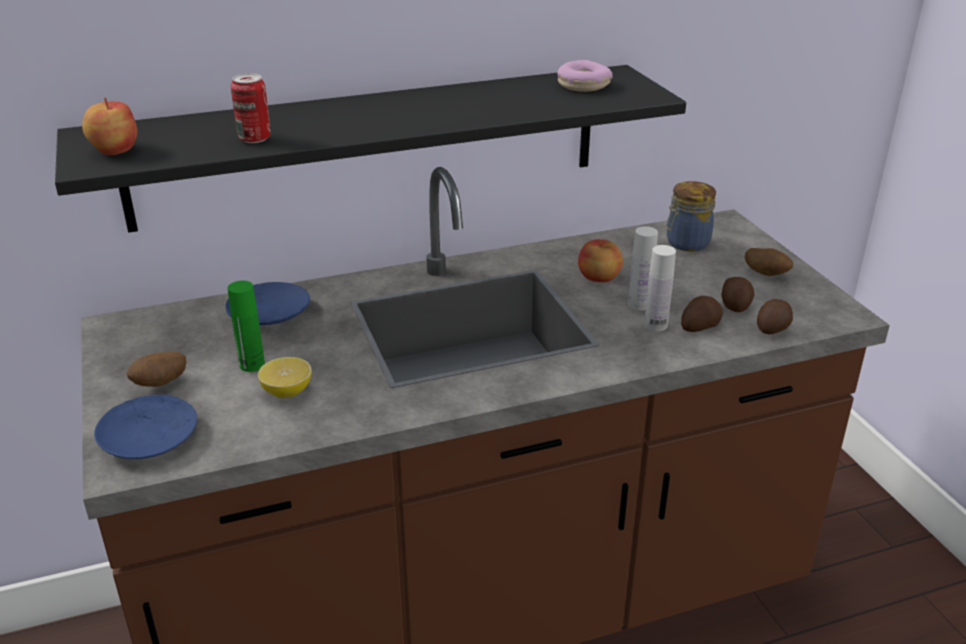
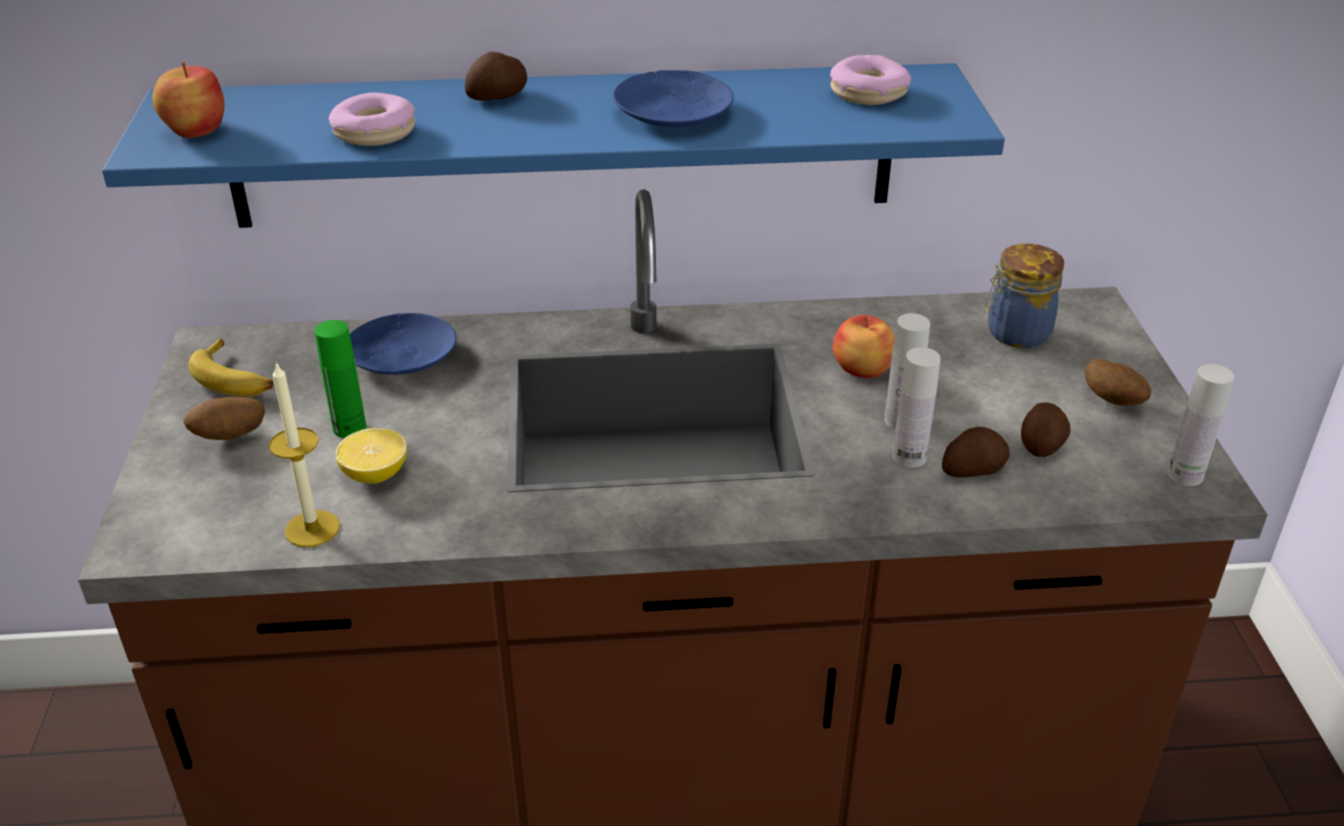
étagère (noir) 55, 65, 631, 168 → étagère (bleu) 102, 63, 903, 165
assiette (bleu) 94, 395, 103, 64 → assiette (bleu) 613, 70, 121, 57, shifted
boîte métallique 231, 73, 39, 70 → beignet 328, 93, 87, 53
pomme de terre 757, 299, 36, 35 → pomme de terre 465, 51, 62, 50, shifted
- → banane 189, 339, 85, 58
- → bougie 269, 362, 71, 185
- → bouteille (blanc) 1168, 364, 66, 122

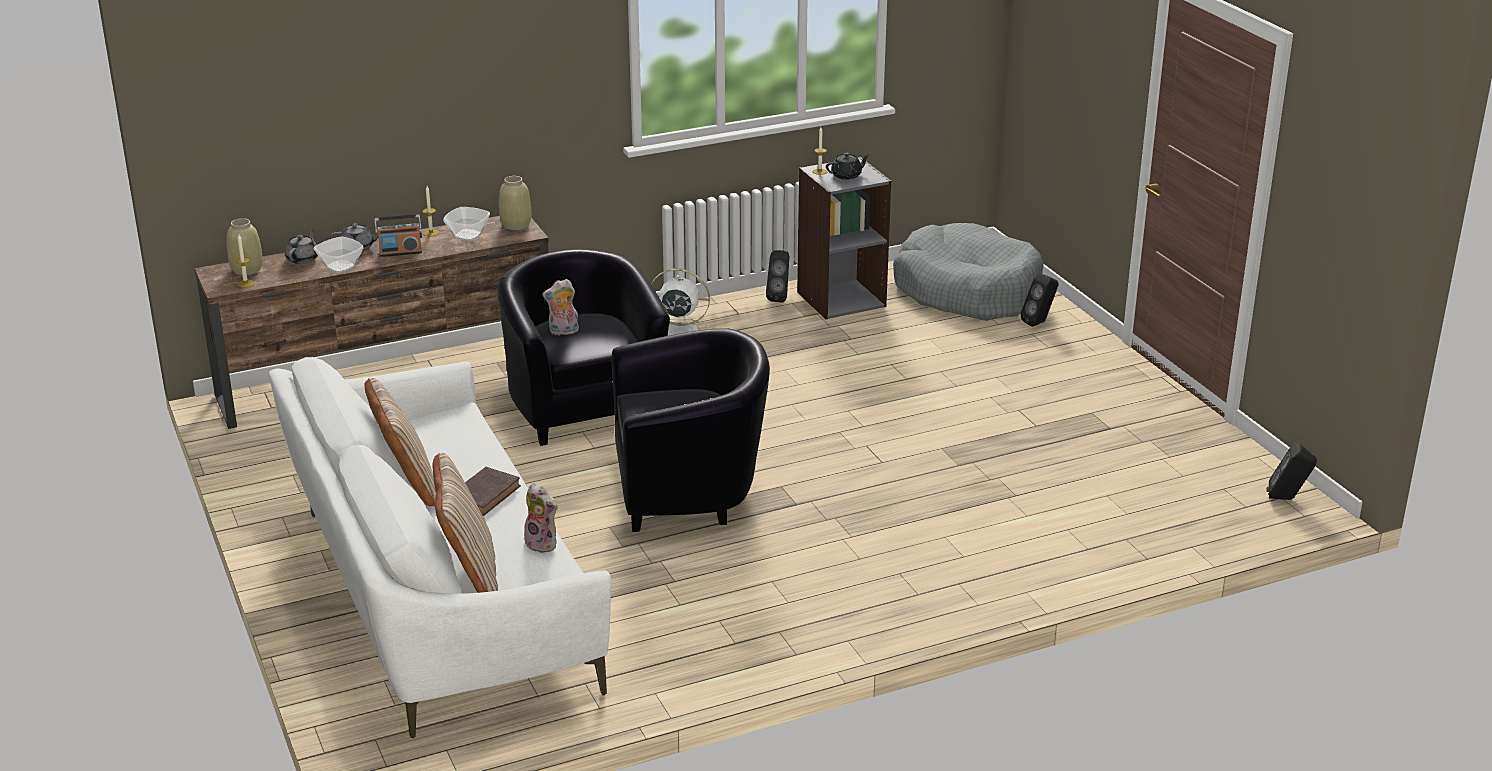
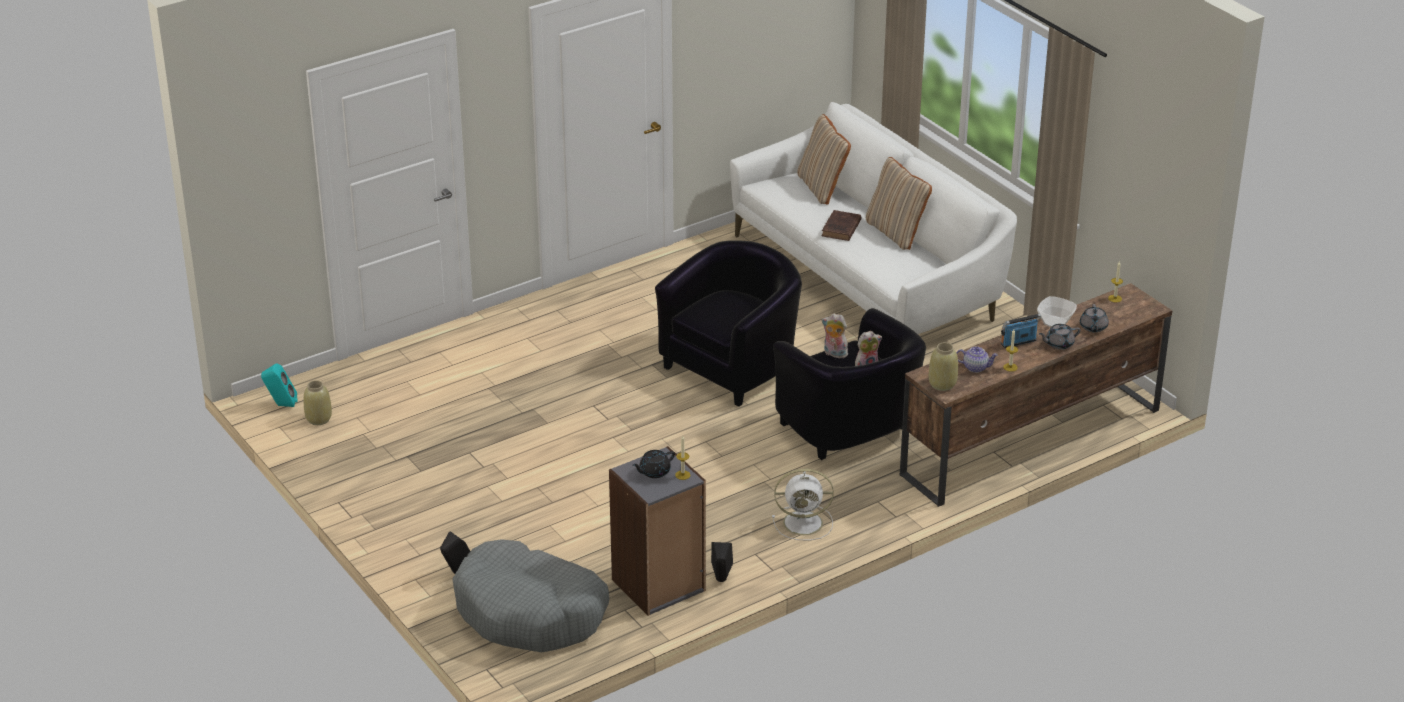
vase (beige) 227, 218, 36, 57 → vase (beige) 304, 380, 28, 45, shifted
bol 443, 207, 47, 34 → théière 956, 347, 42, 26
peluche 524, 483, 34, 70 → peluche 821, 313, 27, 45, shifted
fauteuil (noir) 612, 328, 158, 204 → fauteuil (noir) 655, 240, 147, 167, 150 degrees clockwise
enceinte (noir) 1266, 443, 51, 57 → enceinte (turquoise) 261, 363, 37, 44

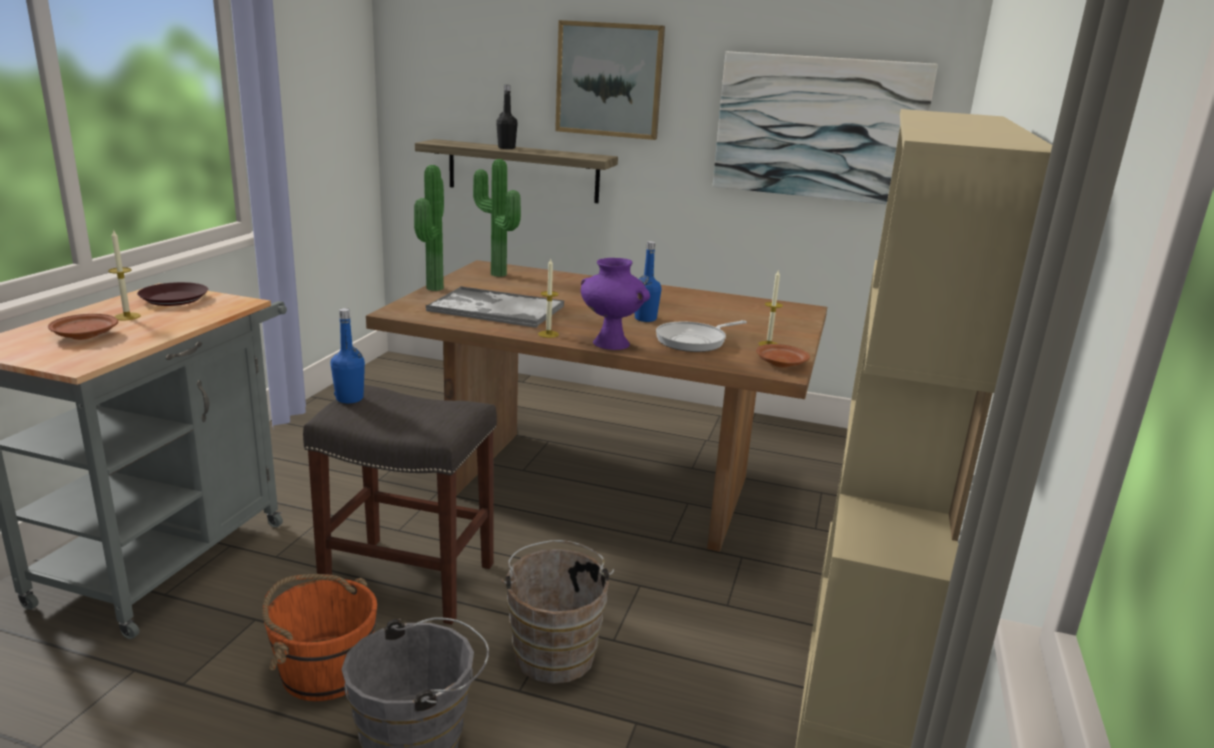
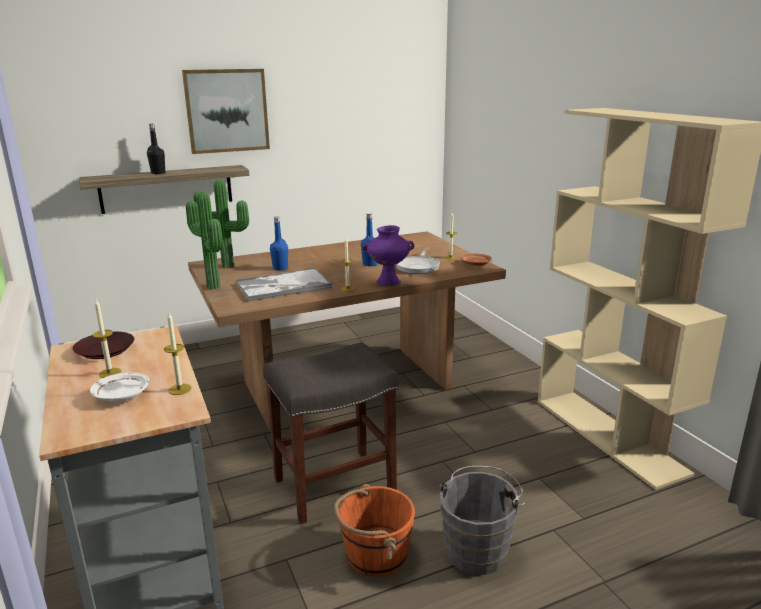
assiette (marron) 48, 314, 70, 26 → assiette (blanc) 90, 372, 59, 30
bouteille (bleu) 330, 308, 35, 95 → bouteille (bleu) 270, 217, 18, 54, shifted
seau (marron) 500, 540, 114, 144 → -
tableau 713, 51, 225, 153 → -
- → bougie 164, 313, 28, 82

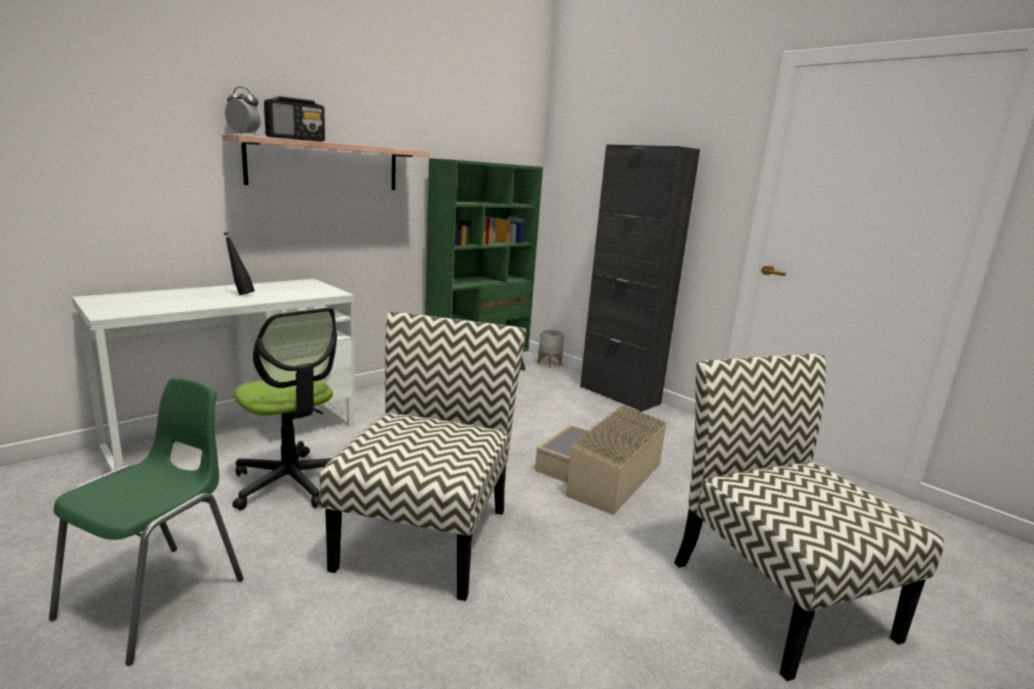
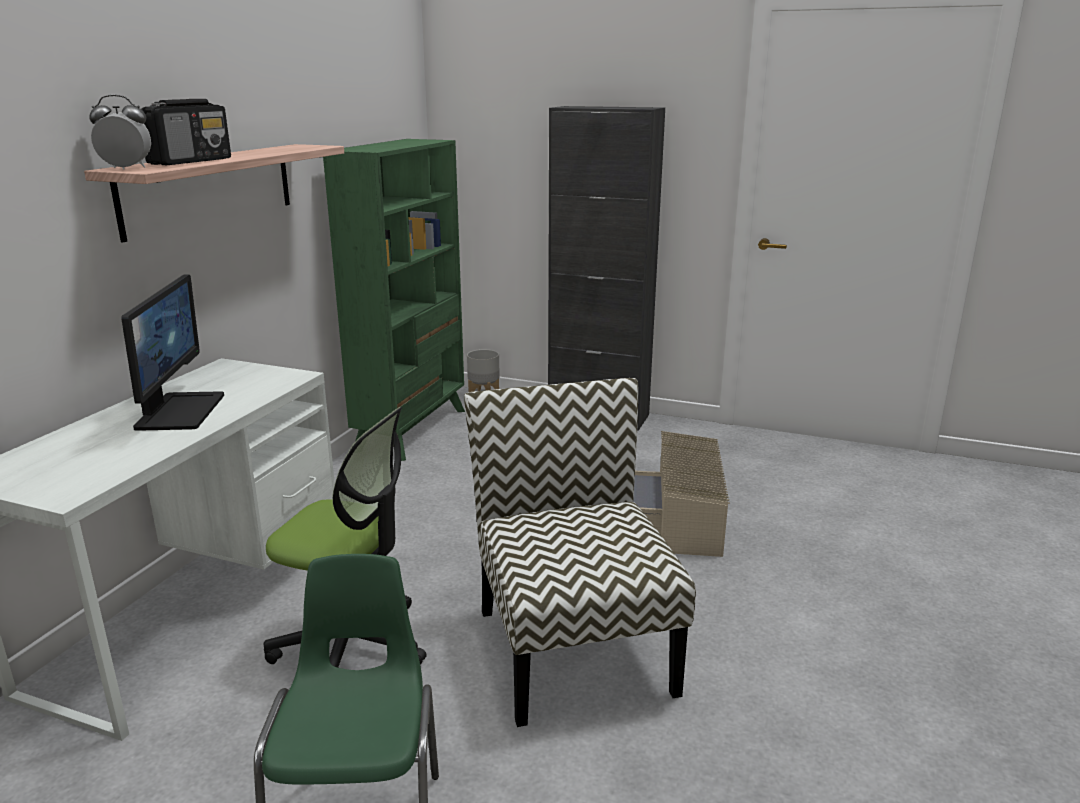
bouteille (noir) 224, 232, 31, 63 → écran d'ordinateur 121, 274, 103, 157
chaise 674, 354, 270, 327 → -

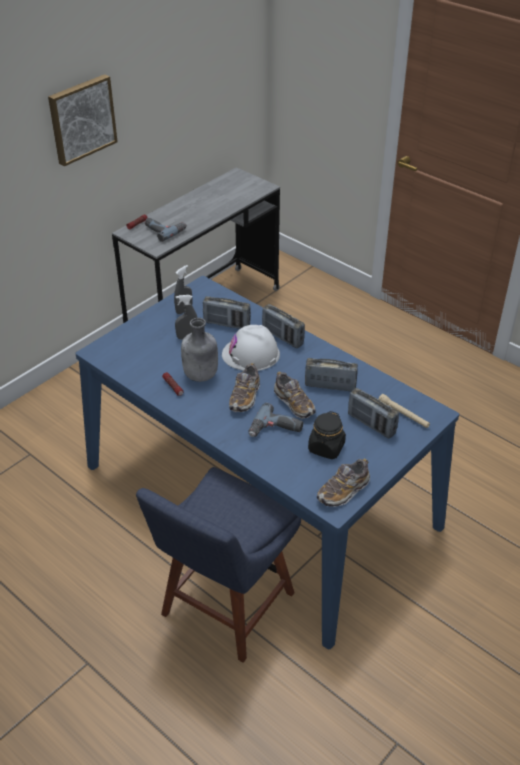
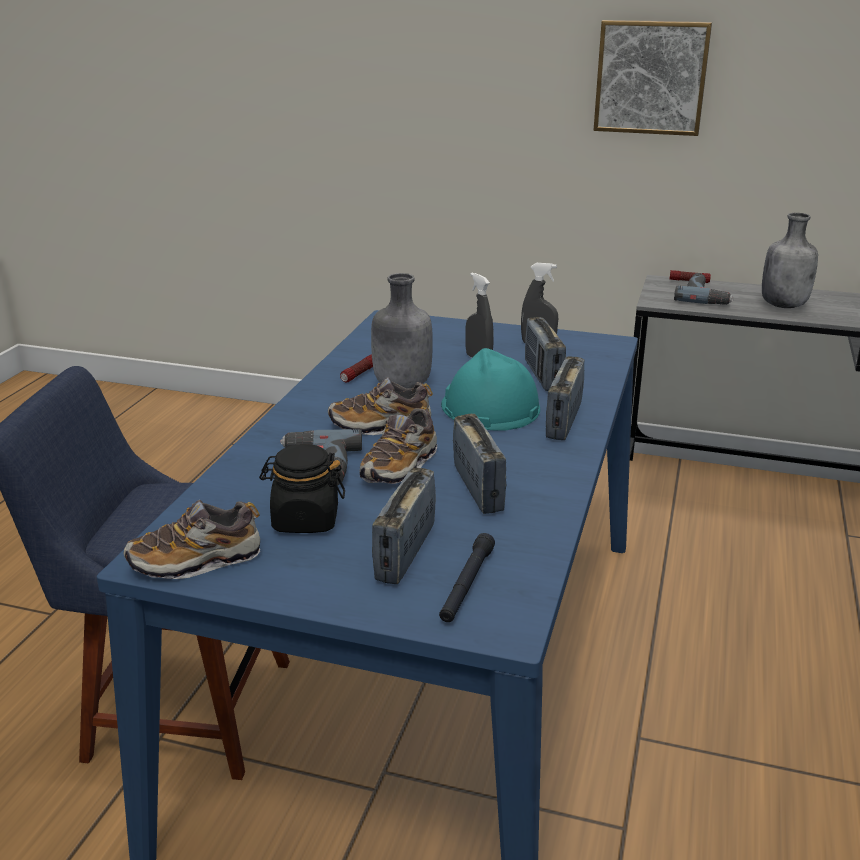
casque de chantier (blanc) 222, 325, 58, 46 → casque de chantier (turquoise) 441, 348, 99, 83
chaussure 317, 458, 53, 49 → chaussure 124, 500, 136, 79, 45 degrees counterclockwise
lampe de poche (beige) 378, 394, 52, 34 → lampe de poche (noir) 439, 533, 56, 89
- → bouteille (gris) 762, 213, 56, 95

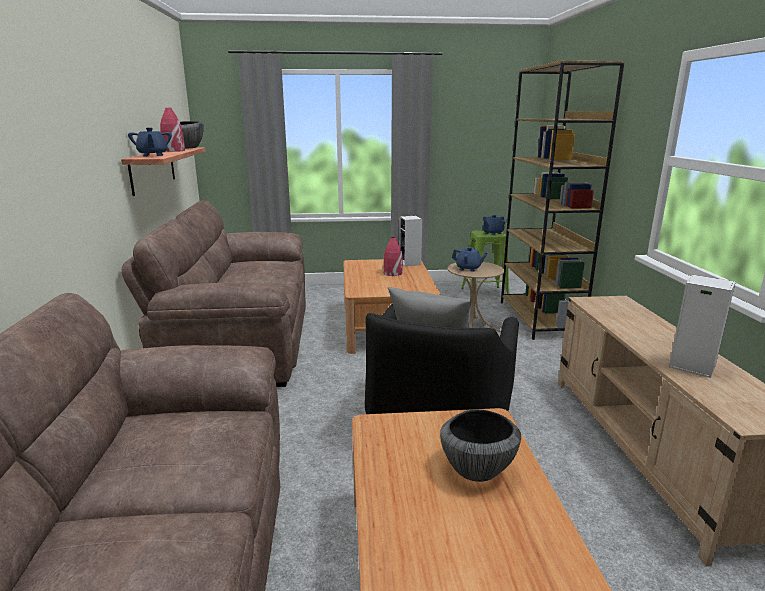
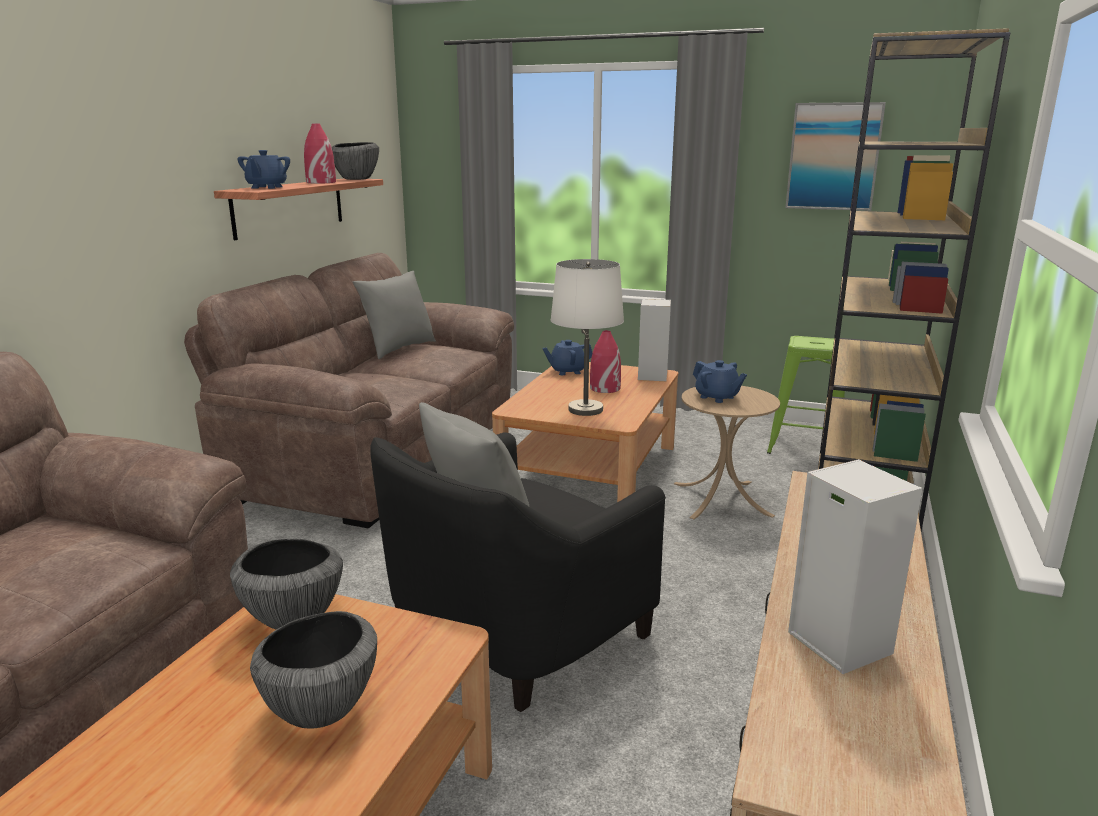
théière (bleu) 483, 215, 22, 20 → théière (bleu) 542, 340, 50, 35, shifted
- → bol 230, 539, 113, 91
- → coussin (gris) 353, 271, 83, 88
- → lampe de table (blanc) 551, 259, 73, 157
- → tableau 785, 102, 101, 109

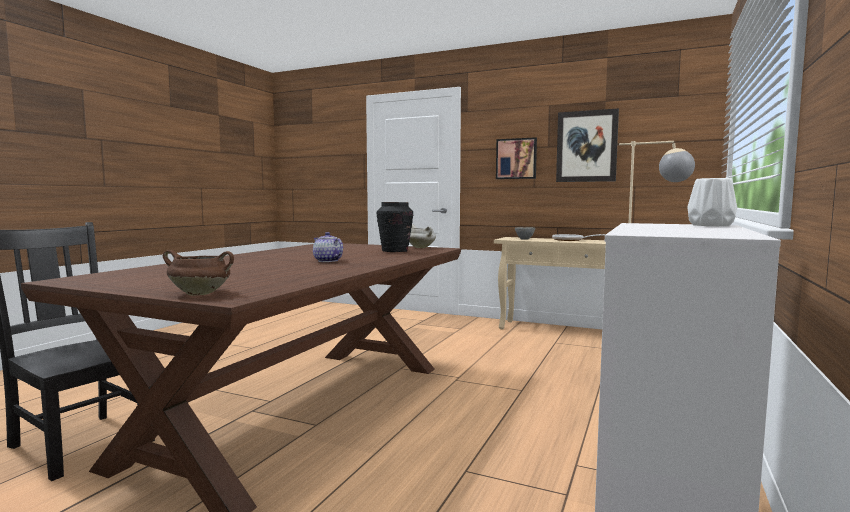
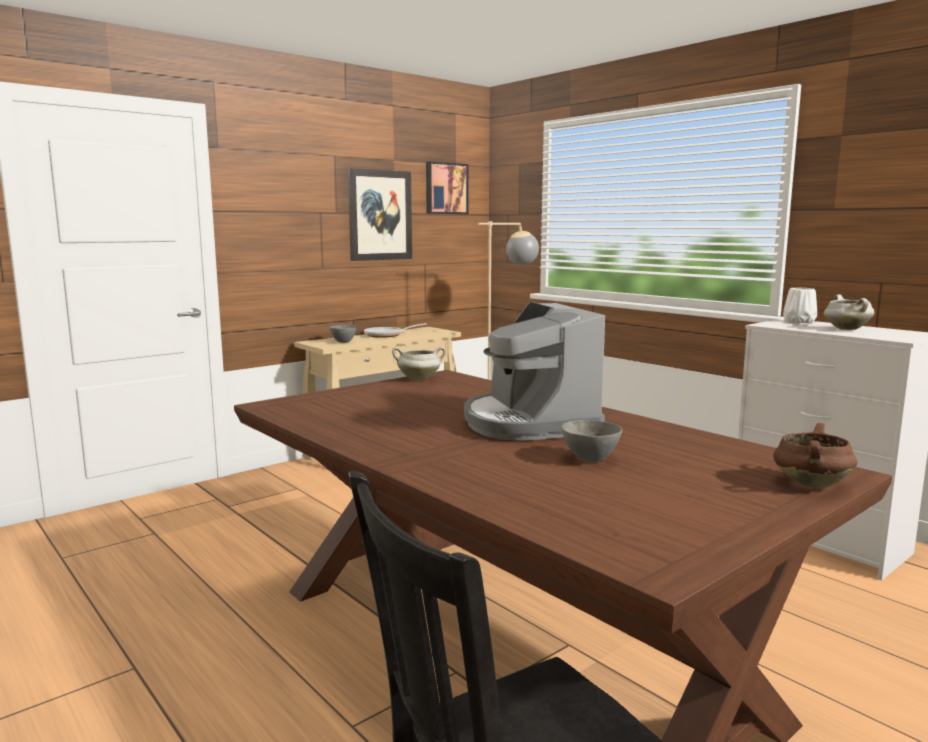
théière 313, 232, 30, 30 → machine à café 464, 302, 141, 139
vase (noir) 376, 202, 38, 50 → -
tableau 496, 137, 41, 42 → tableau 426, 161, 43, 53, shifted
- → bol (gris) 561, 420, 61, 42
- → marmite (blanc) 824, 295, 50, 35

